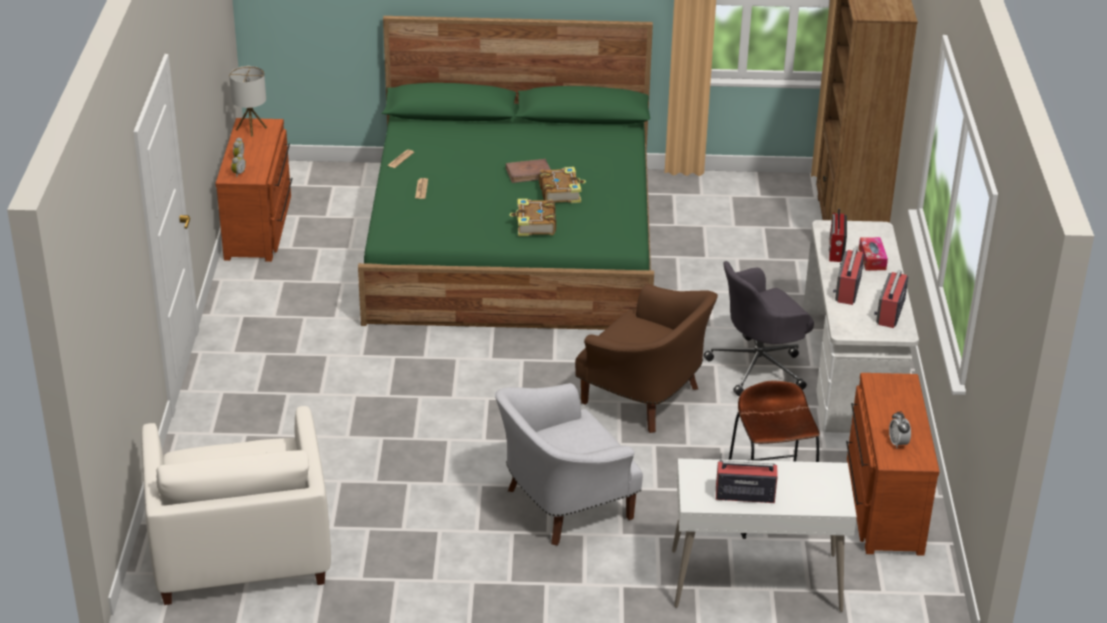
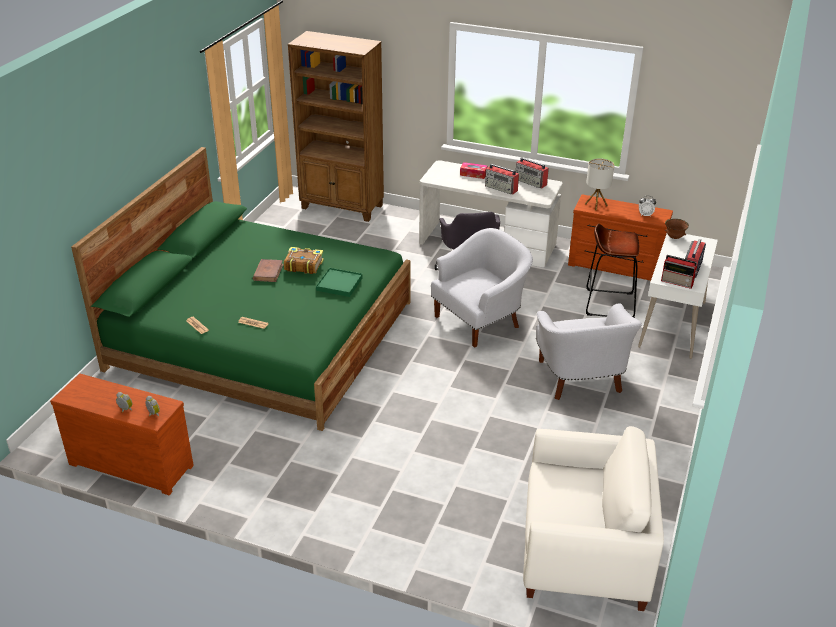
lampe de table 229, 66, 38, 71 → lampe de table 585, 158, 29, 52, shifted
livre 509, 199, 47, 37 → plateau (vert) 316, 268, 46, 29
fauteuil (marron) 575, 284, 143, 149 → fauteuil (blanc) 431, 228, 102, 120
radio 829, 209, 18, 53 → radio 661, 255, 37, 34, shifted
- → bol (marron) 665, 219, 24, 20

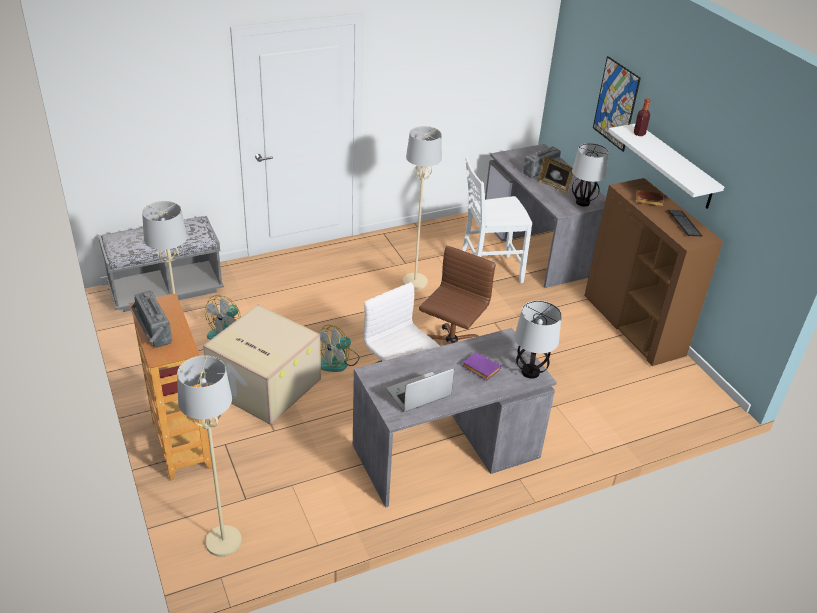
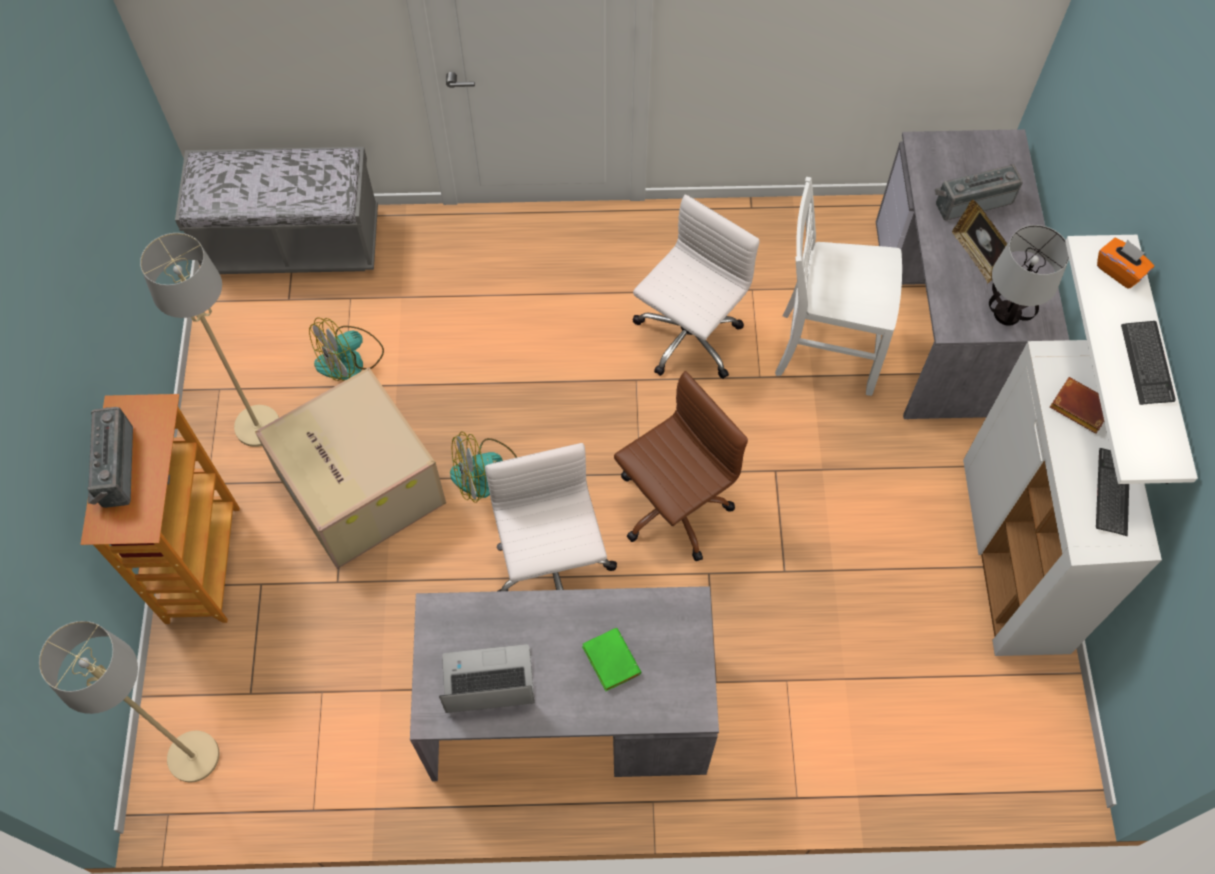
lampadaire (beige) 403, 126, 39, 164 → chaise de bureau (blanc) 633, 194, 126, 185
livre (violet) 462, 352, 39, 28 → livre (vert) 582, 628, 60, 63
lampe de table 515, 301, 47, 78 → -
meuble de rangement (marron) 584, 178, 139, 188 → meuble de rangement (blanc) 963, 340, 199, 316
tableau 593, 56, 48, 96 → -
bouteille 634, 98, 16, 38 → boîte à mouchoirs (orange) 1097, 238, 57, 51
- → clavier 1121, 321, 55, 84

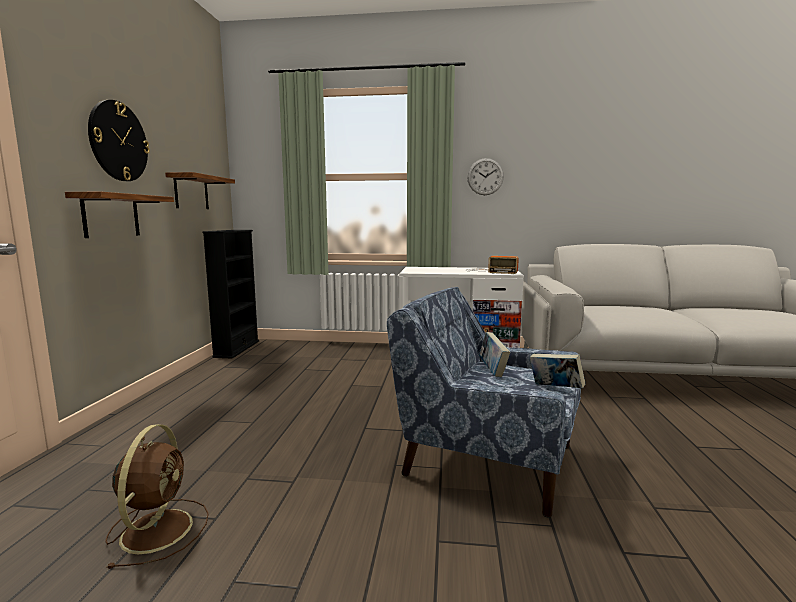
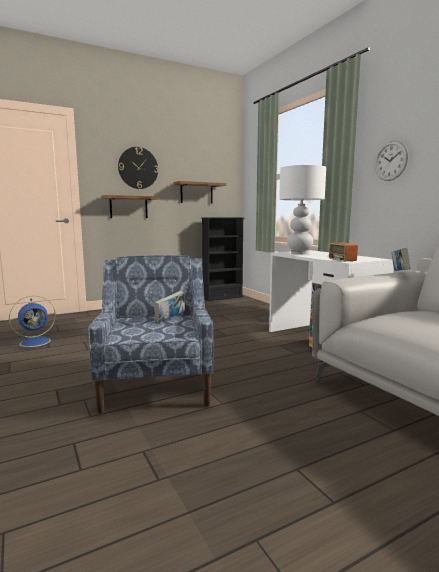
ventilateur (marron) 105, 424, 104, 145 → ventilateur (bleu) 9, 296, 50, 53
livre 530, 354, 55, 34 → livre 391, 248, 20, 23, shifted
- → lampe de table (blanc) 279, 164, 47, 91

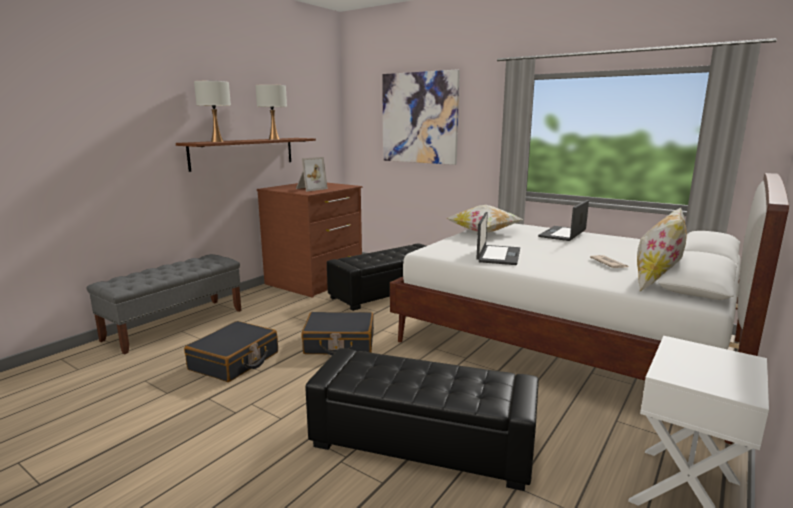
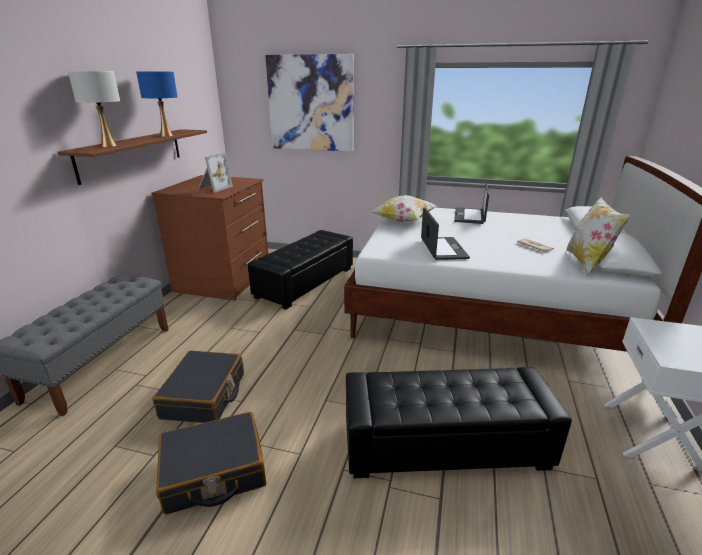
lampe de table (blanc) 255, 84, 32, 56 → lampe de table (bleu) 136, 72, 41, 65
valise (noir) 301, 312, 73, 44 → valise (noir) 156, 412, 110, 103, shifted

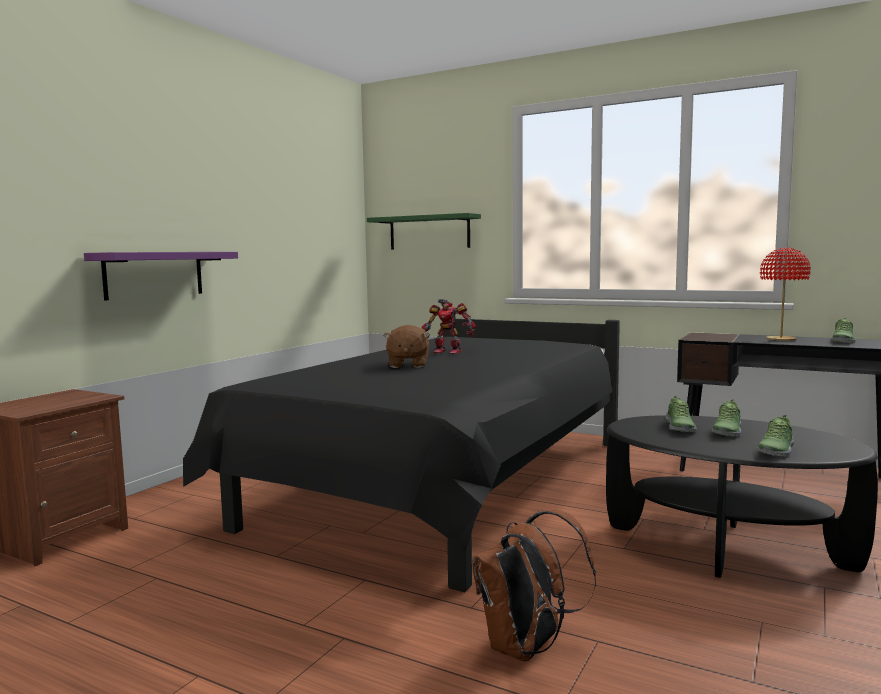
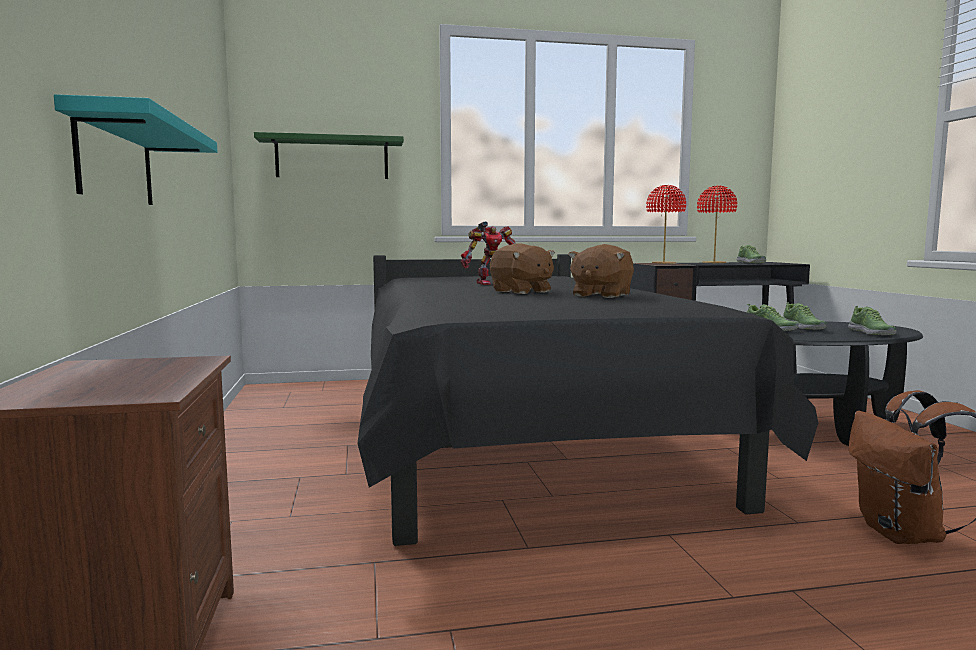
étagère (violet) 84, 252, 154, 48 → étagère (turquoise) 54, 94, 163, 111
- → peluche (marron) 568, 244, 66, 54
- → lampe de table (rouge) 646, 185, 40, 79

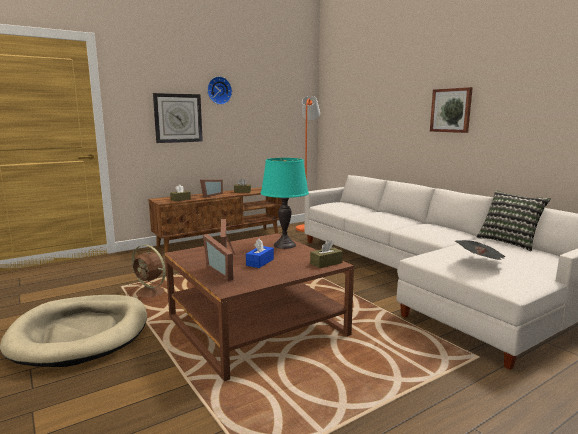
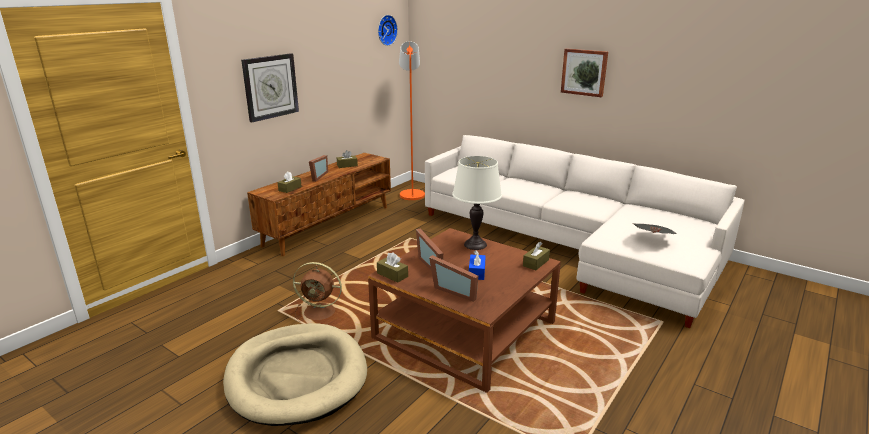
horloge murale 207, 76, 25, 29 → horloge murale 378, 15, 20, 31, shifted
lampe de table (turquoise) 261, 158, 48, 91 → lampe de table (blanc) 452, 156, 50, 94
coussin 477, 190, 74, 61 → -
- → boîte à mouchoirs (marron) 377, 252, 31, 31

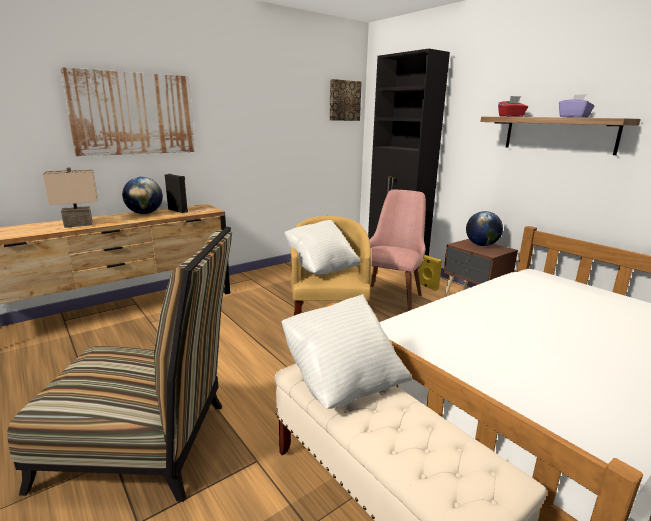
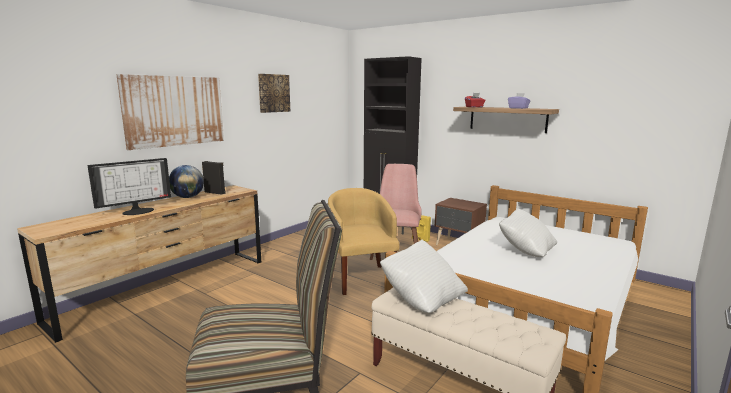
lampe de table (beige) 43, 167, 55, 61 → écran d'ordinateur 87, 158, 84, 57
coussin (blanc) 284, 220, 76, 55 → coussin (blanc) 499, 209, 58, 48, shifted
tableau 329, 79, 33, 42 → tableau 258, 74, 32, 39, shifted
globe 466, 211, 37, 35 → -

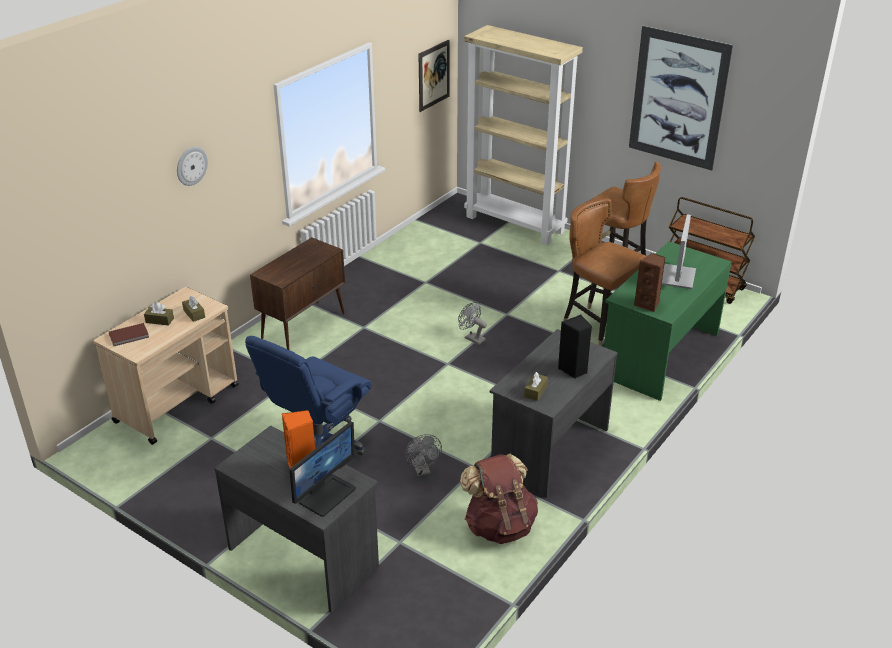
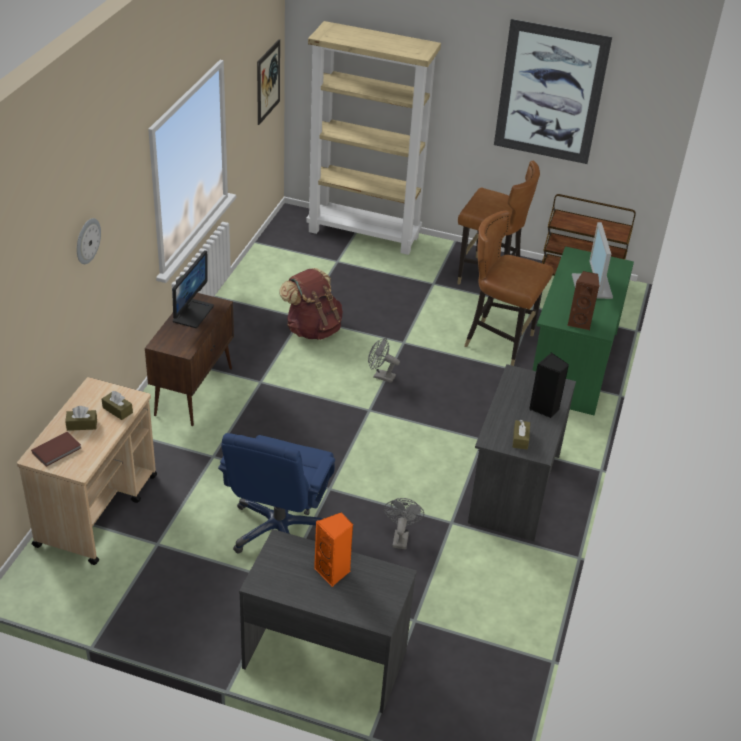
écran d'ordinateur 290, 421, 66, 96 → écran d'ordinateur 172, 250, 42, 78, shifted
ventilateur (gris) 405, 434, 37, 43 → ventilateur (gris) 384, 498, 40, 51, 135 degrees counterclockwise
sac à dos (marron) 460, 454, 78, 90 → sac à dos (marron) 279, 268, 64, 72, shifted

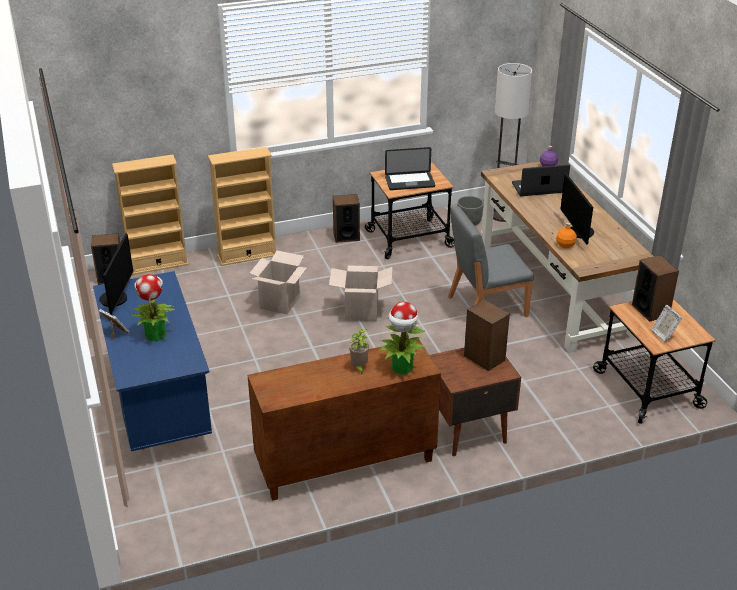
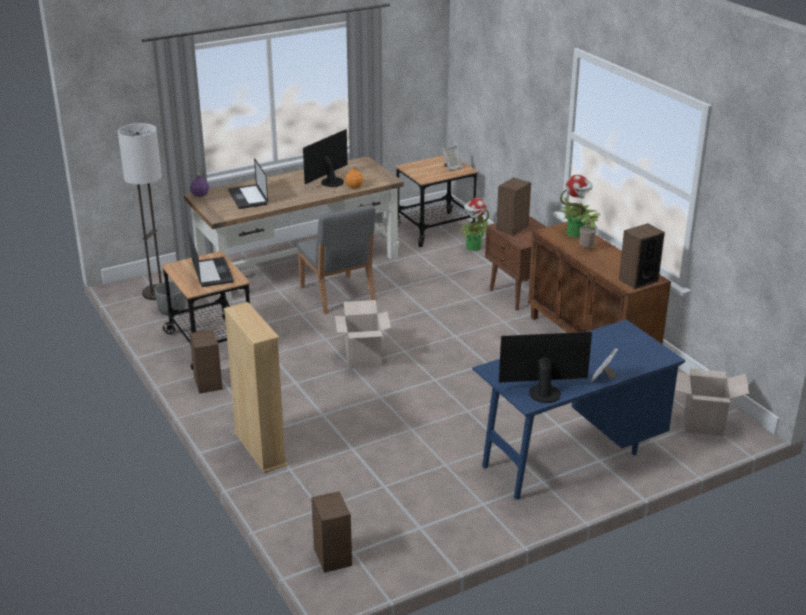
bibliothèque (beige) 112, 154, 77, 121 → -
plante en pot 131, 274, 44, 67 → plante en pot 457, 198, 32, 53, shifted
carton 250, 251, 57, 63 → carton 675, 369, 74, 67, shifted
écran d'ordinateur 561, 173, 33, 72 → écran d'ordinateur 303, 129, 45, 58, 150 degrees clockwise
enceinte 632, 255, 47, 67 → enceinte 619, 223, 46, 66, shifted

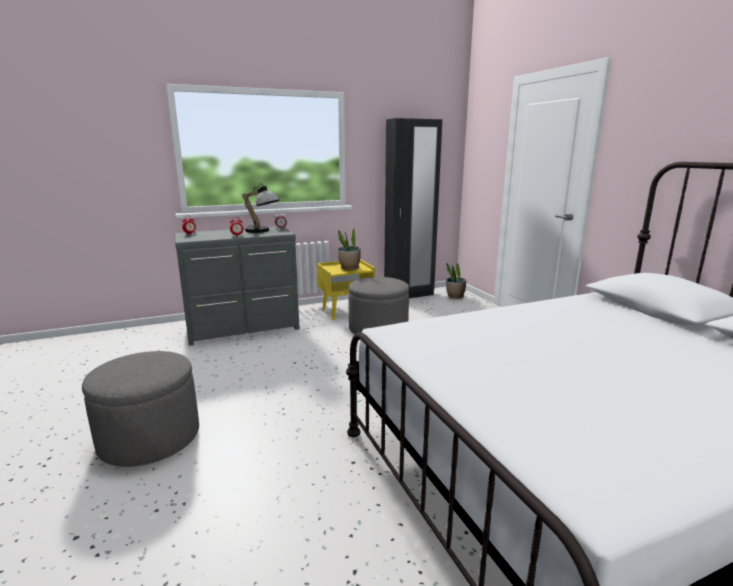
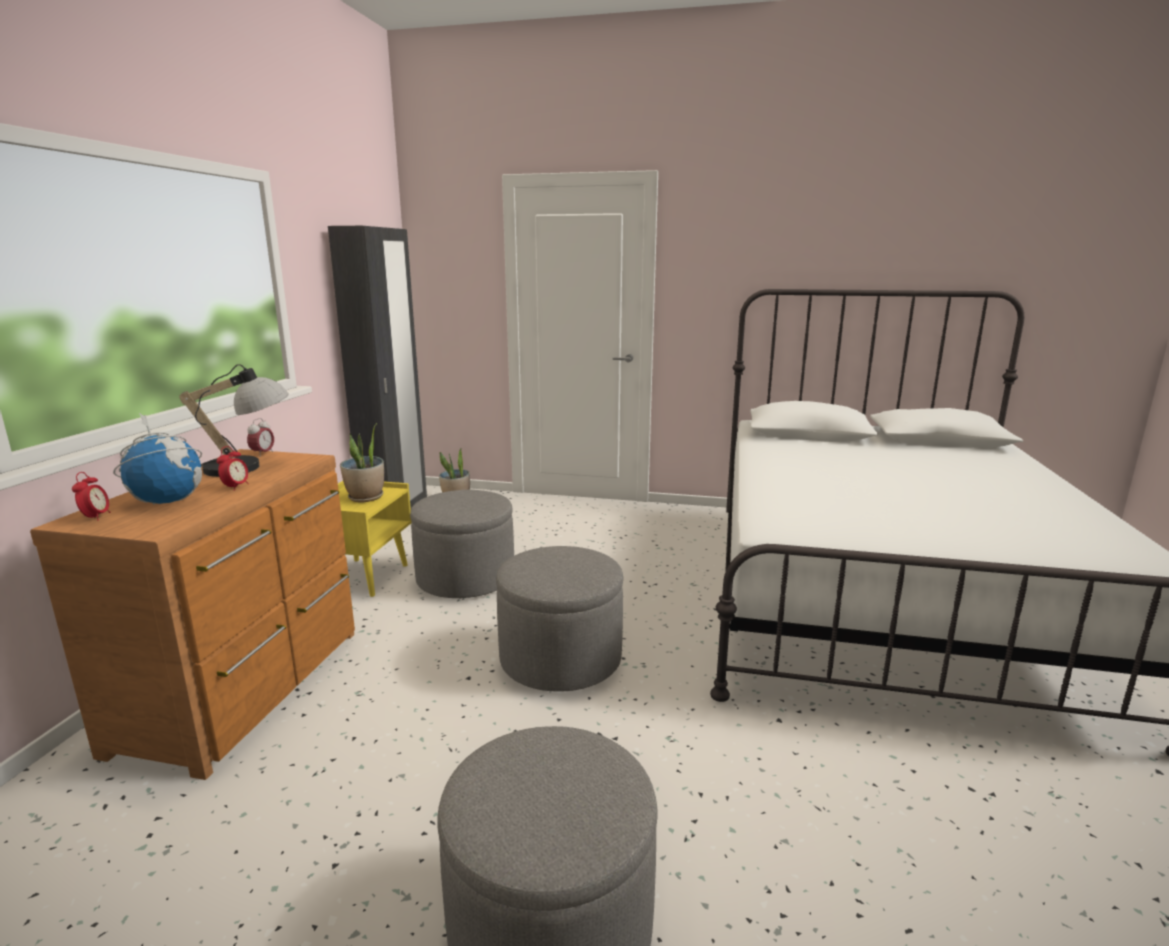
commode (gris) 175, 227, 125, 119 → commode (marron) 30, 449, 325, 331
- → globe 113, 413, 89, 92
- → pouf (gris) 496, 546, 127, 146

